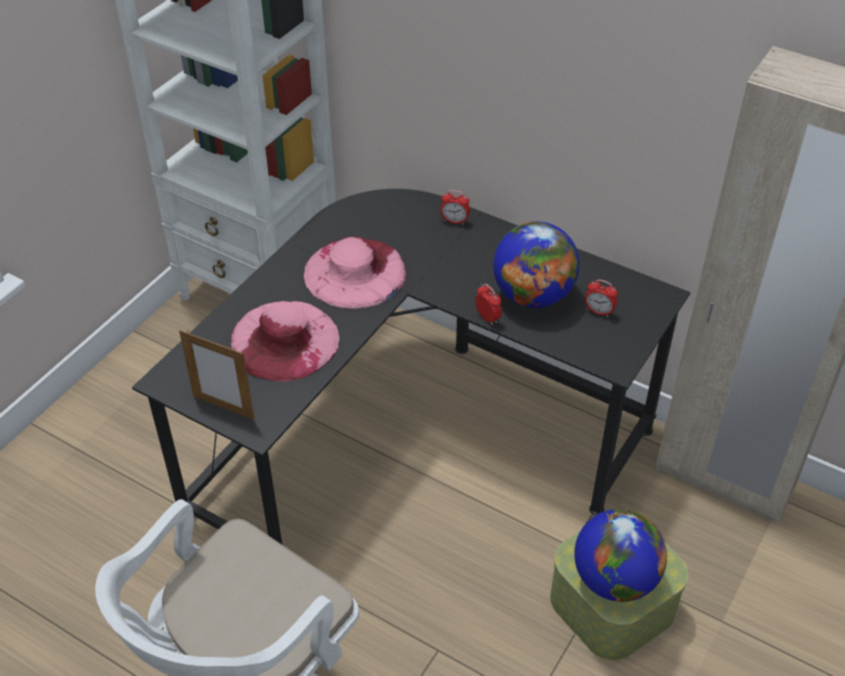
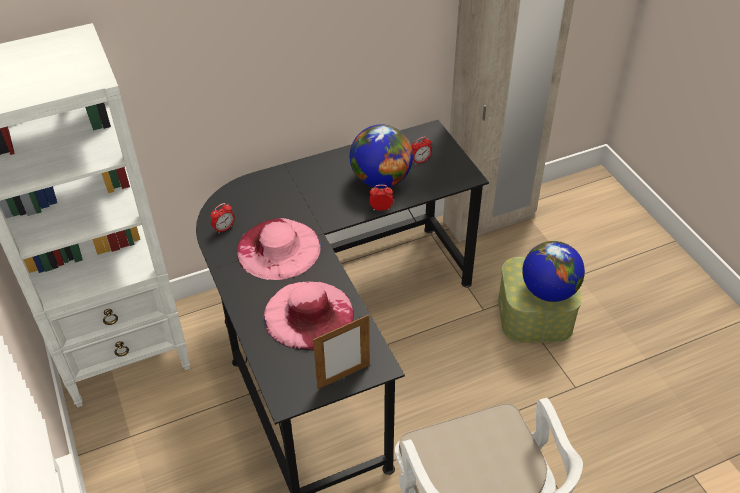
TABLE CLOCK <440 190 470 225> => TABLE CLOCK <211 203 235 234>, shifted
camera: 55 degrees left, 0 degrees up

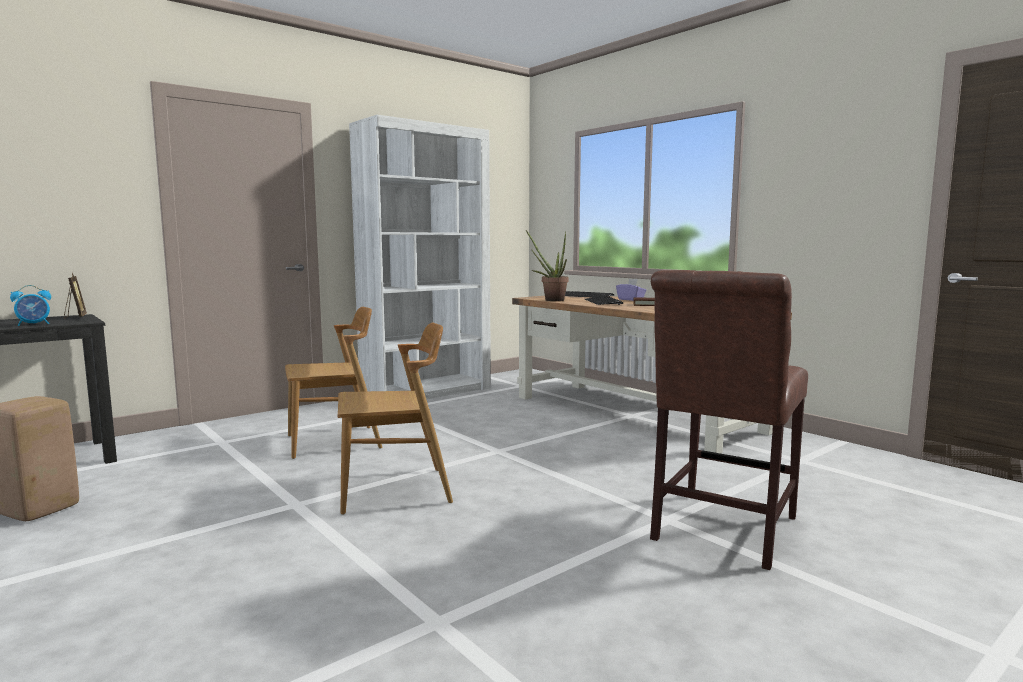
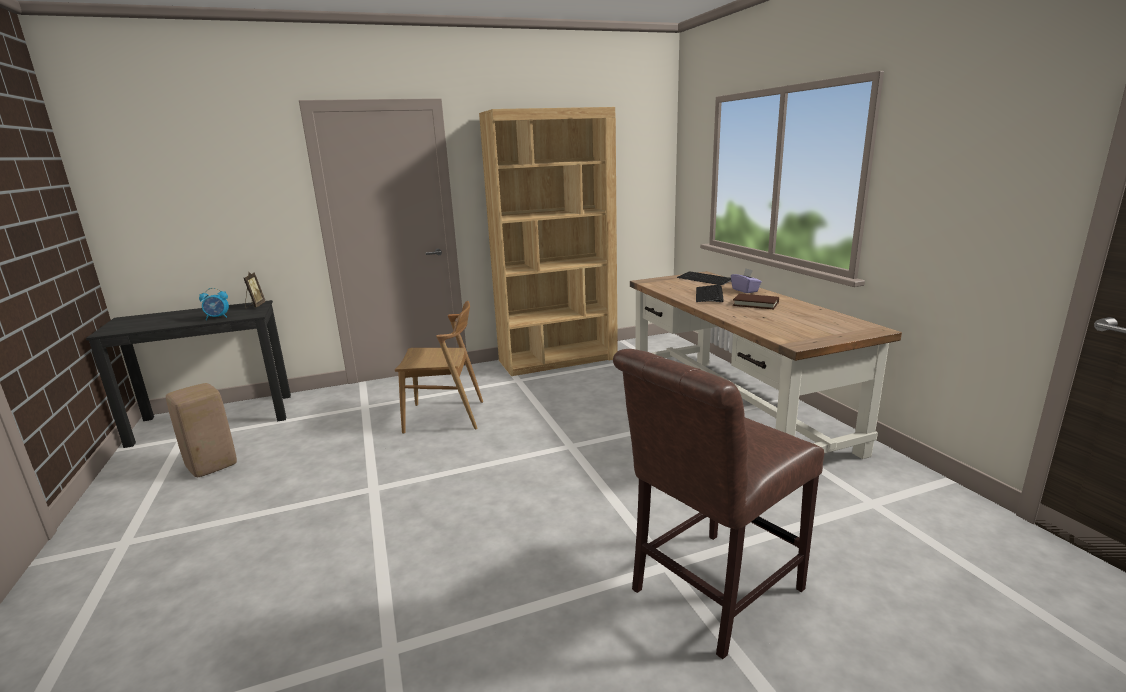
BROWN-COLOURED PLAIN CHAIR <338 323 453 515> => nothing
WHITISH BOOKSHELF <349 115 491 399> => BROWN-COLOURED BOOKSHELF <479 107 618 376>
POTTED PLANT <526 230 569 301> => nothing
camera: 20 degrees right, 10 degrees up

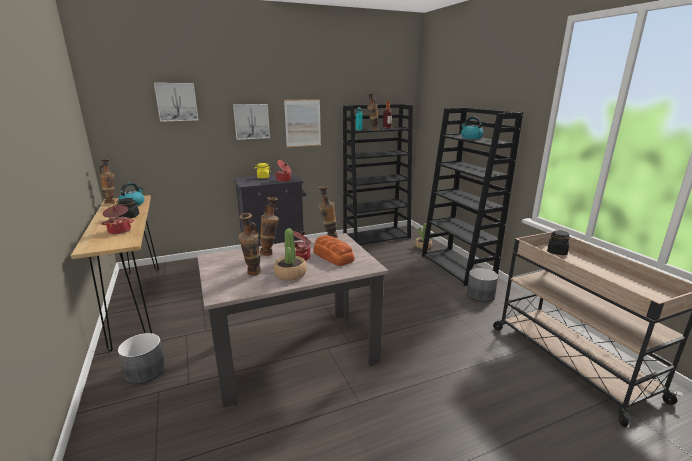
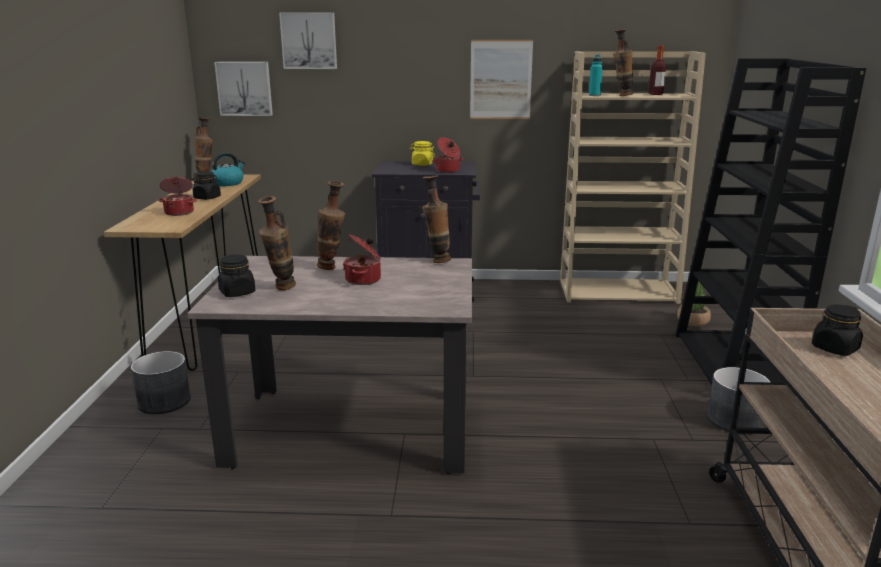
WALL ART <233 104 270 140> => WALL ART <214 62 273 116>, shifted
POTTED PLANT <274 228 307 280> => nothing
BREAD <313 235 355 266> => nothing
BLACK BOOKSHELF <343 104 413 245> => SAND-COLOURED BOOKSHELF <560 51 706 304>
TEA KETTLE <461 117 484 139> => nothing
nothing => BLACK PRESERVE JAR <218 254 255 297>
camera: 25 degrees right, 0 degrees up

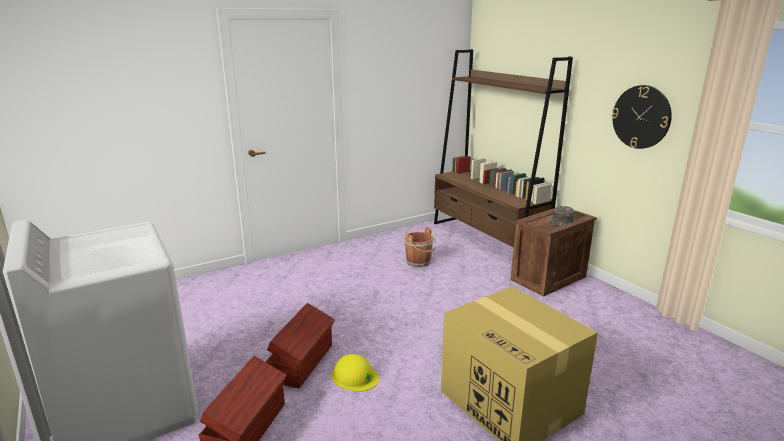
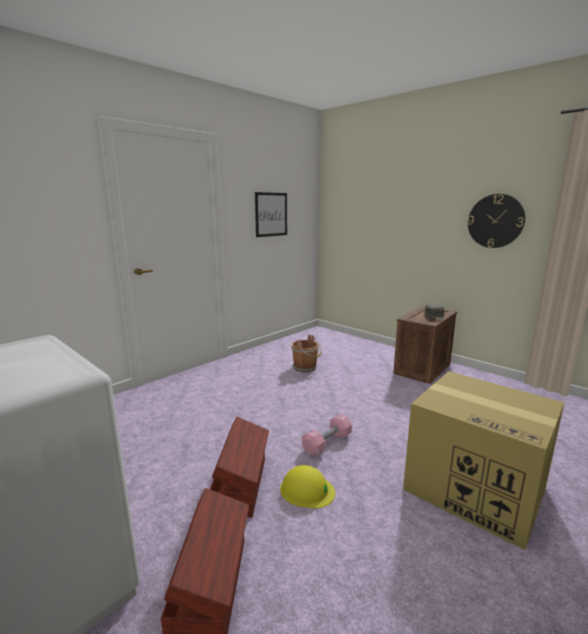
BROWN-COLOURED BOOKSHELF <434 49 573 247> => nothing
nothing => WALL ART <255 192 287 237>
nothing => PINK-COLOURED DUMBBELL <302 414 352 456>
camera: 15 degrees left, 5 degrees down

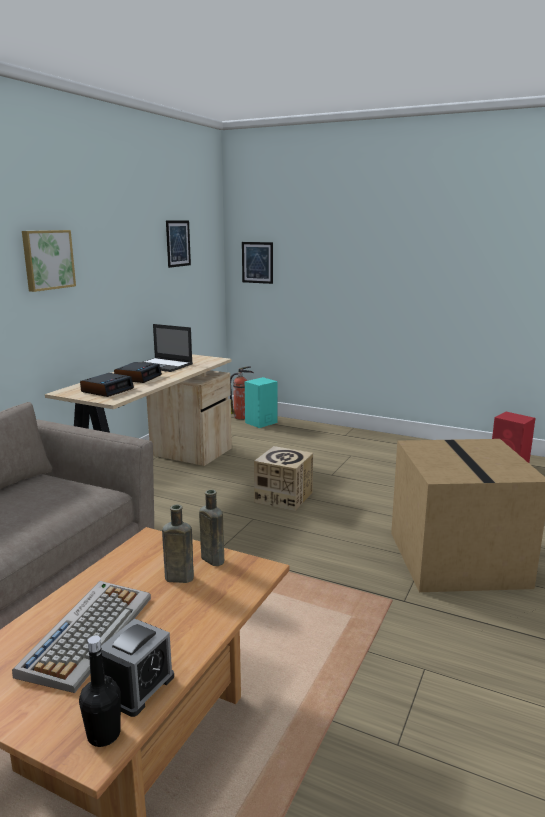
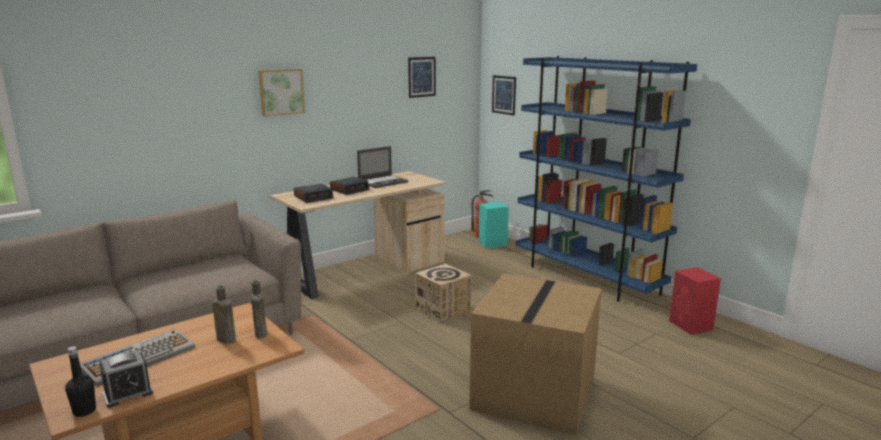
NOTEBOOK COMPUTER <142 324 193 372> => NOTEBOOK COMPUTER <357 146 408 188>, 90 degrees counterclockwise
nothing => BLUE BOOKSHELF <516 56 697 302>
camera: 25 degrees right, 0 degrees up

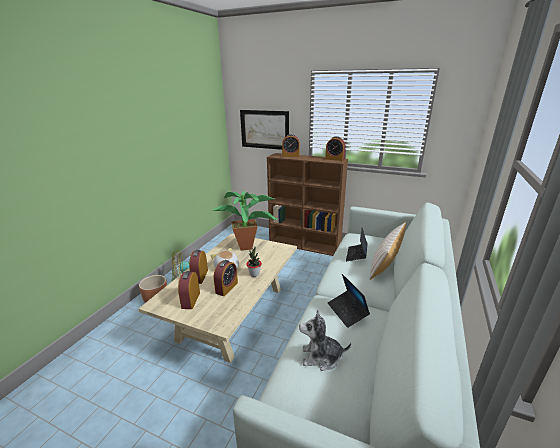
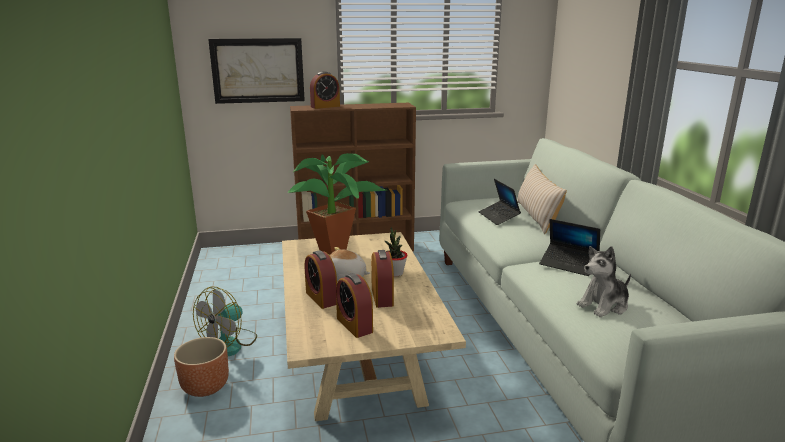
TABLE CLOCK <325 136 346 161> => nothing
camera: 35 degrees left, 5 degrees down

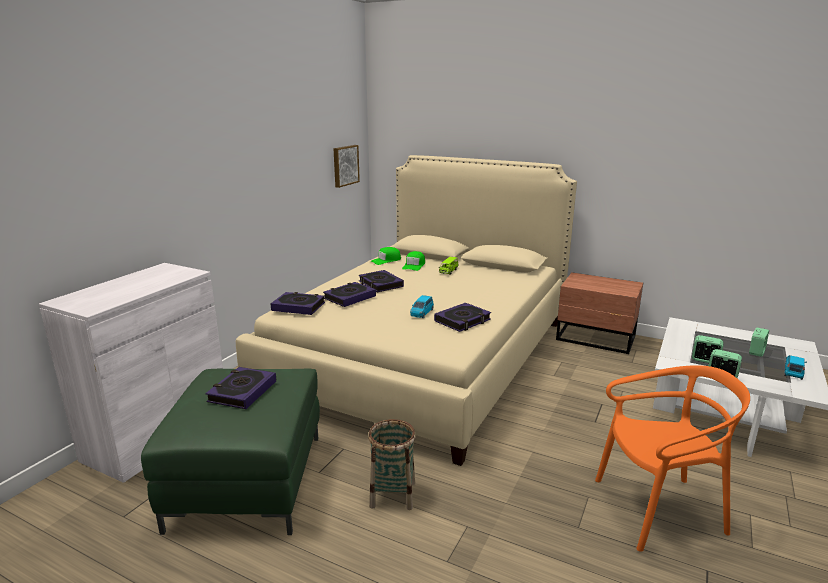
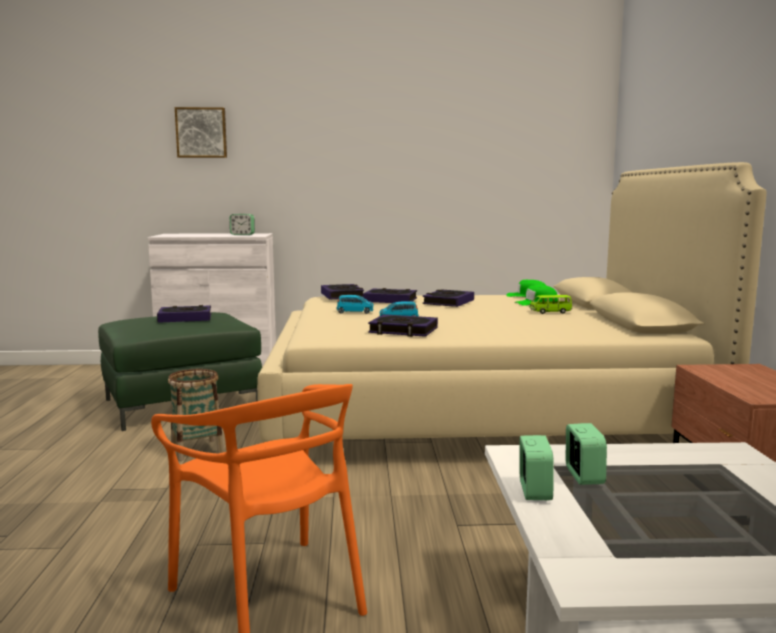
WALL ART <334 145 360 188> => WALL ART <175 107 227 158>, shifted
TABLE CLOCK <749 328 769 357> => TABLE CLOCK <230 214 255 235>, shifted
BLUE TOY CAR <784 355 807 380> => BLUE TOY CAR <337 295 374 314>, shifted
camera: 60 degrees right, 10 degrees down

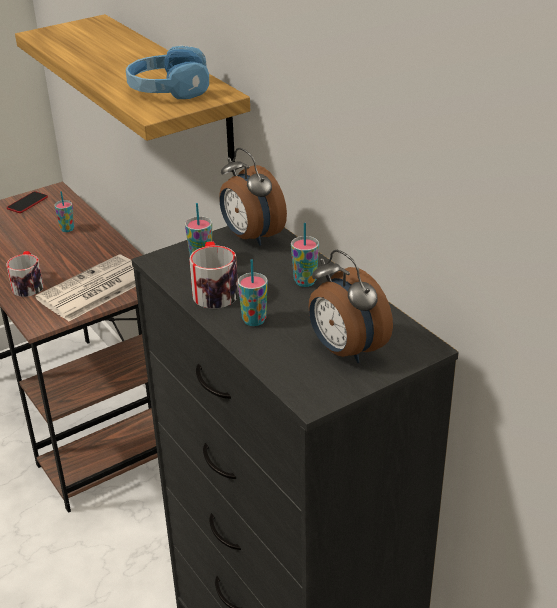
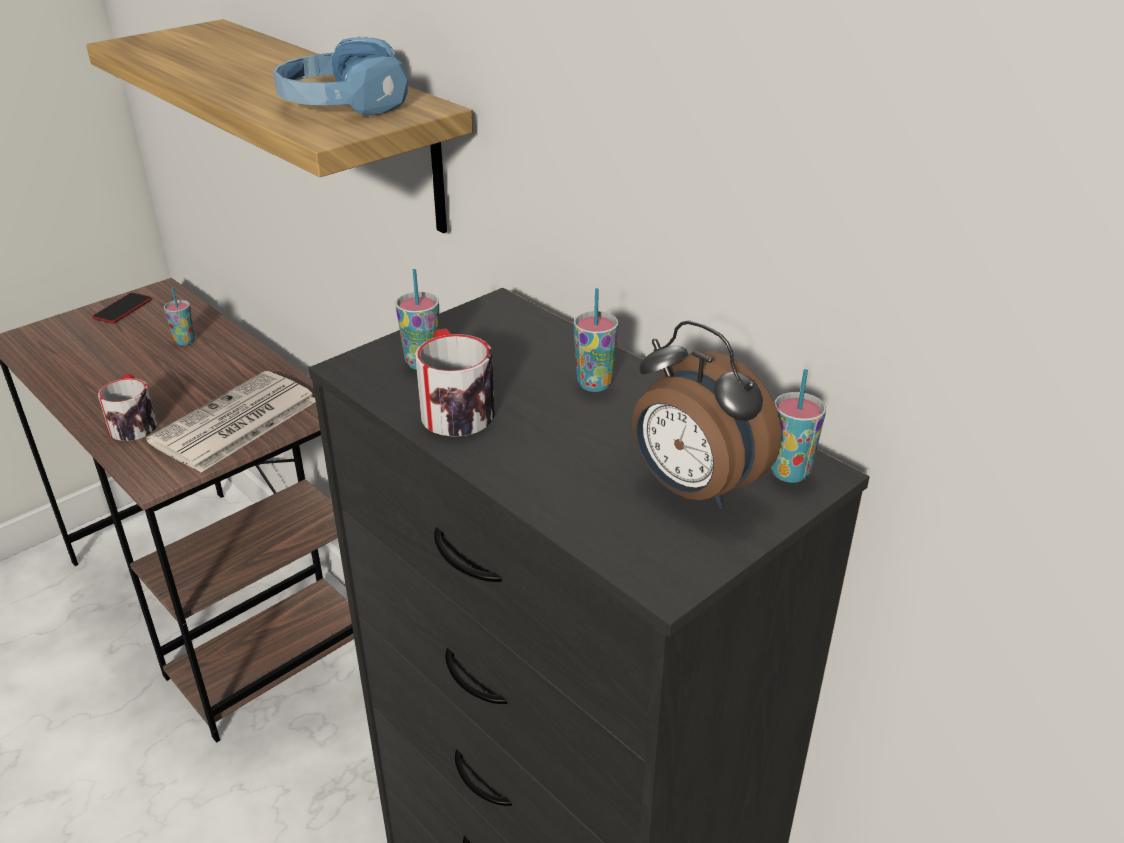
TABLE CLOCK <219 148 287 246> => nothing
DRINKING CUP <238 259 268 326> => DRINKING CUP <771 369 826 483>, shifted
camera: 10 degrees left, 0 degrees up

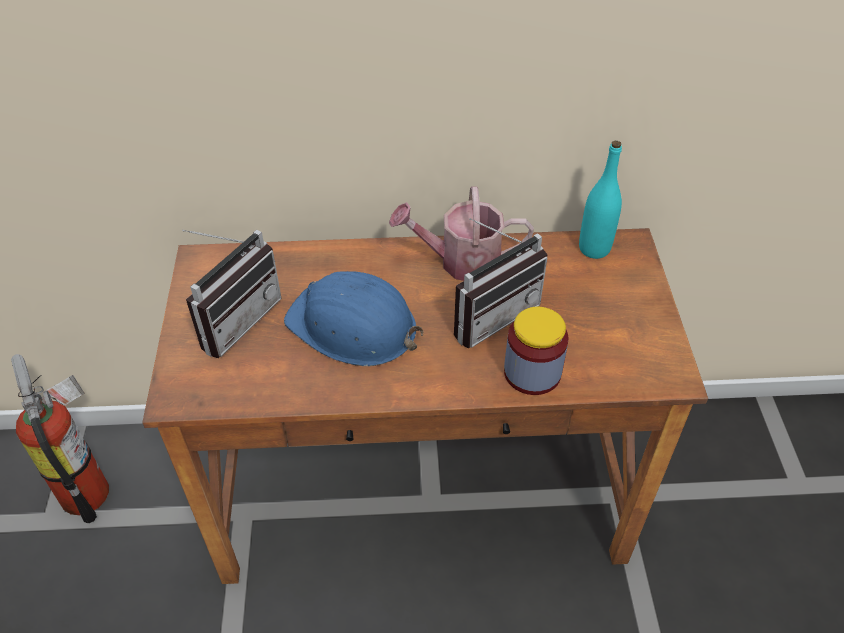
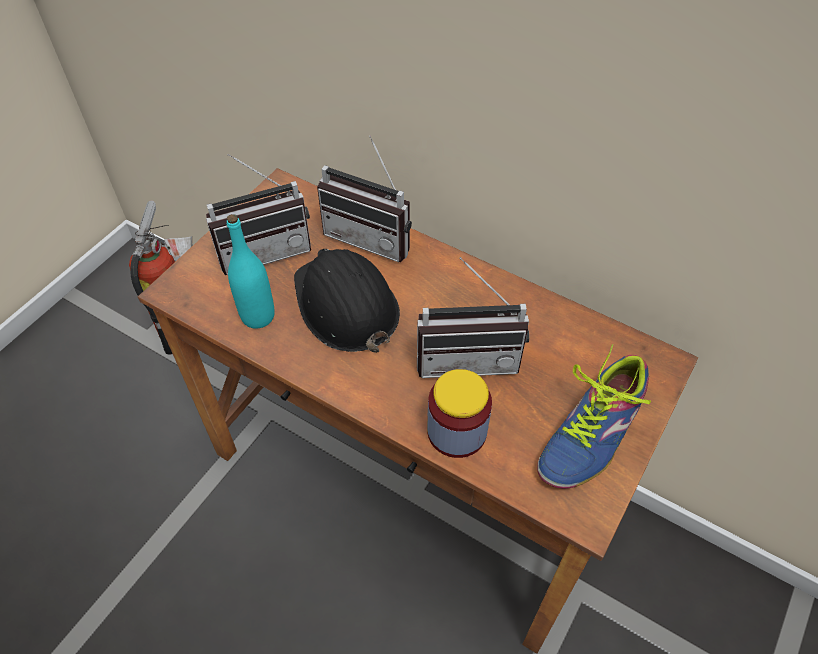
BLUE WORK HELMET <284 271 423 366> => BLACK WORK HELMET <294 249 400 353>
WATERING POT <389 186 534 281> => nothing
TURQUOISE BOTTLE <579 141 622 259> => TURQUOISE BOTTLE <227 214 275 329>, shifted
nothing => RADIO RECEIVER <317 135 412 262>
nothing => LOW SHOE <537 344 651 489>
camera: 35 degrees right, 5 degrees up

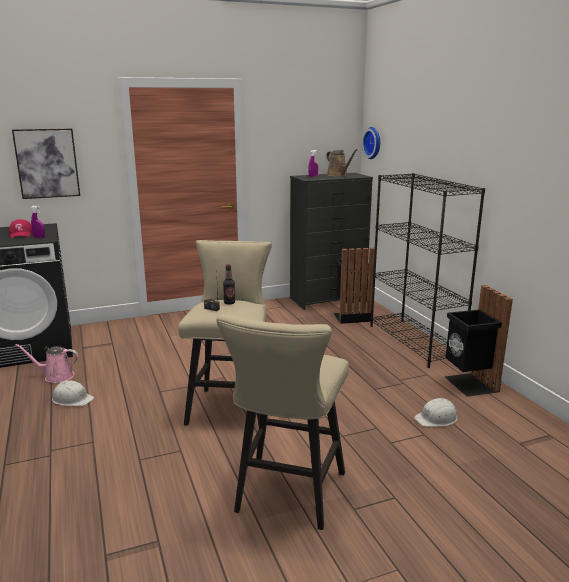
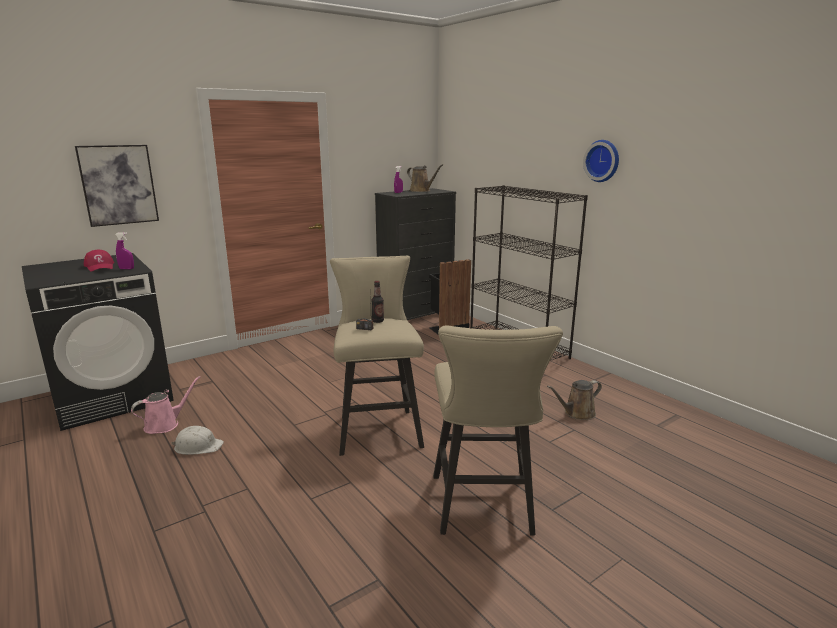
PINK-COLOURED WATERING POT <15 344 79 383> => PINK-COLOURED WATERING POT <131 376 200 434>, 150 degrees clockwise
HANGING CLOCK <362 127 380 159> => HANGING CLOCK <583 140 619 182>, shifted
WHITISH WORK HELMET <414 398 457 427> => BROWN-COLOURED WATERING POT <547 380 602 420>
BLACK WASTE BIN <445 285 513 397> => nothing
camera: 15 degrees left, 0 degrees up

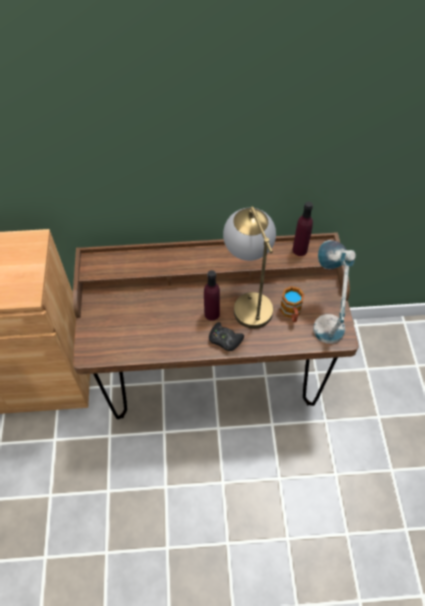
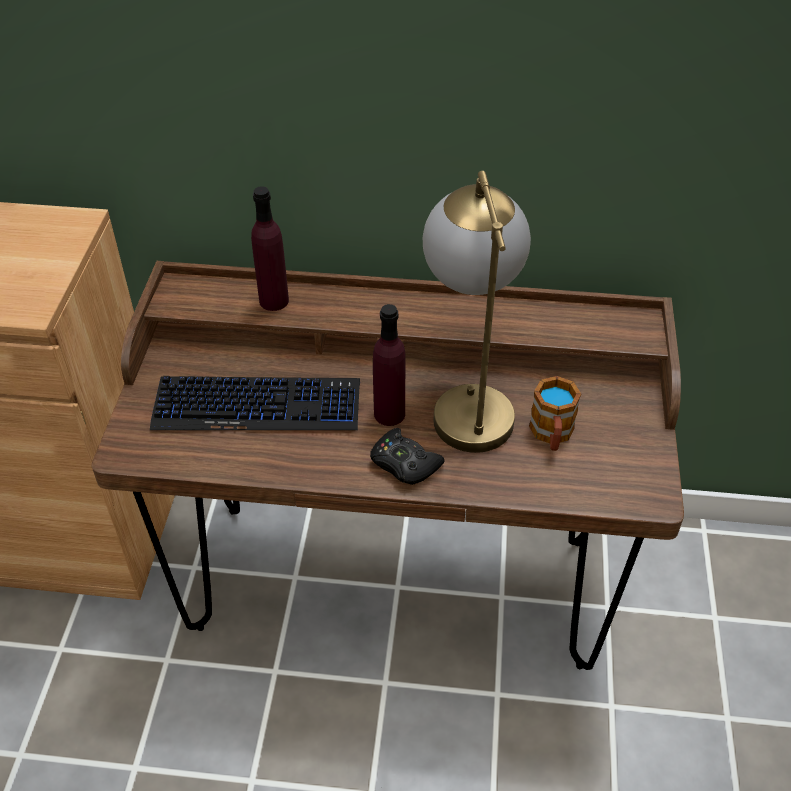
PURPLE-COLOURED BOTTLE <292 202 313 256> => PURPLE-COLOURED BOTTLE <251 186 289 311>, shifted
TABLETOP LAMP <313 240 356 344> => nothing
nothing => KEYBOARD <150 376 360 430>
camera: 10 degrees right, 10 degrees down

